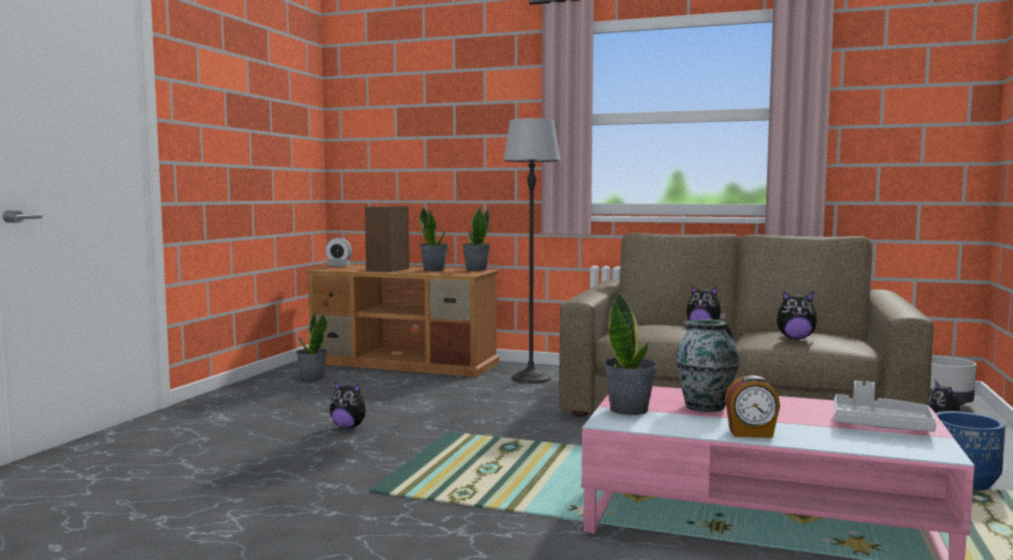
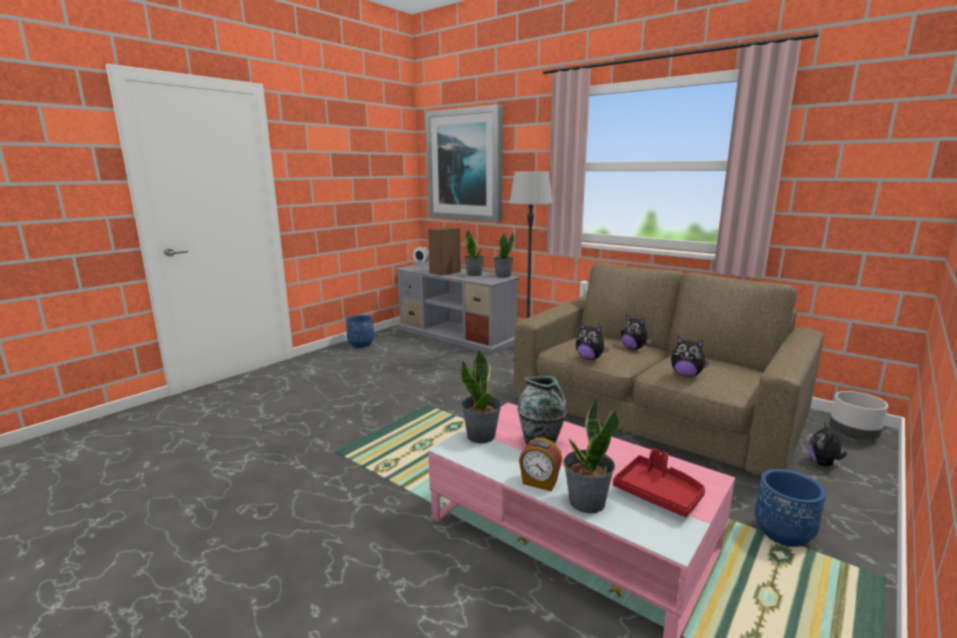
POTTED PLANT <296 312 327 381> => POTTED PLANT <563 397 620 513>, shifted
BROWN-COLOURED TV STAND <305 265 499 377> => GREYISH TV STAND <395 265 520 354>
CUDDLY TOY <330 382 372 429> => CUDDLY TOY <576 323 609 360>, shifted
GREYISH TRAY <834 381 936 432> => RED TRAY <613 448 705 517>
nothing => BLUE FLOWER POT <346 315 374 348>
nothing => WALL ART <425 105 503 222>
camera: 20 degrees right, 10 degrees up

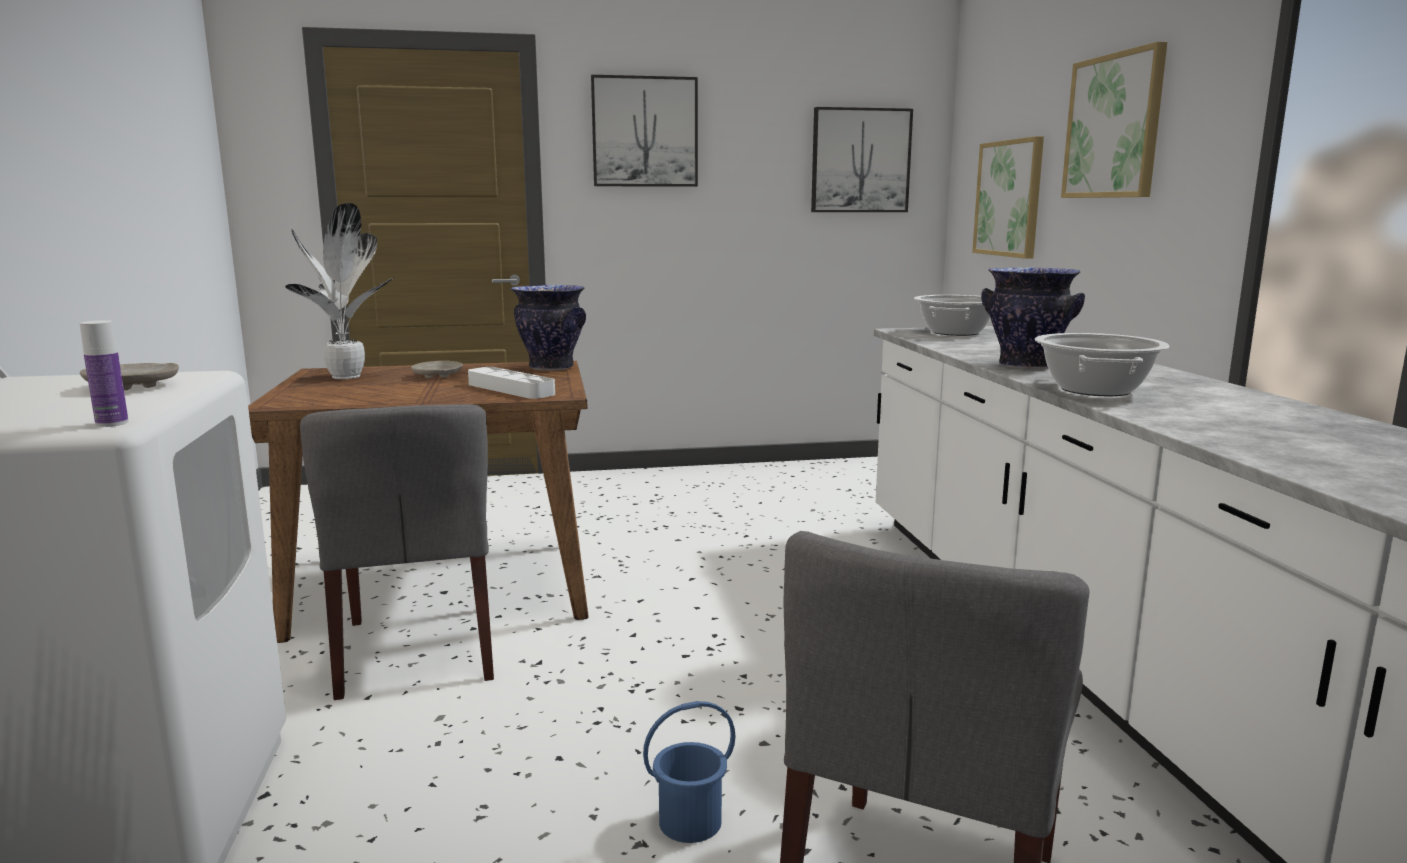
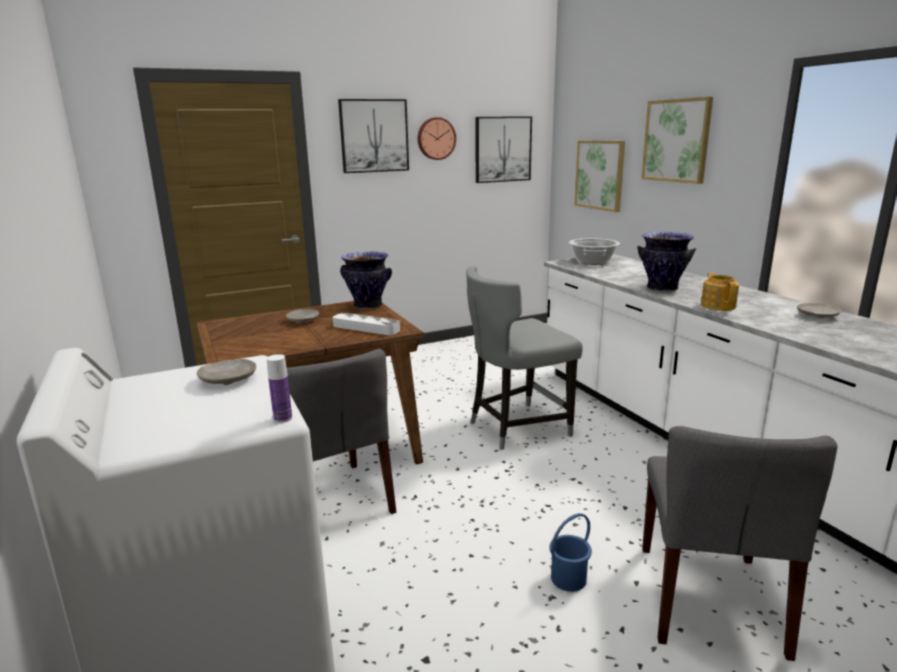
POTTED PLANT <285 203 395 379> => nothing
COOKING POT <1035 333 1169 396> => TEA POT <701 273 739 311>
nothing => HANGING CLOCK <418 117 456 160>
nothing => GREYISH PLAIN CHAIR <466 266 583 450>
nothing => SAND-COLOURED DINNER PLATE <797 303 841 319>
camera: 15 degrees left, 5 degrees up

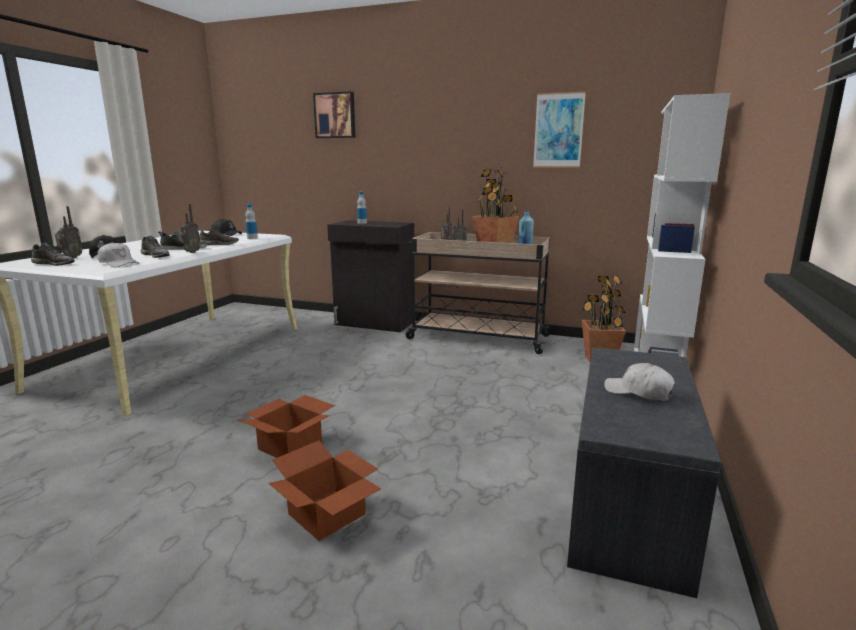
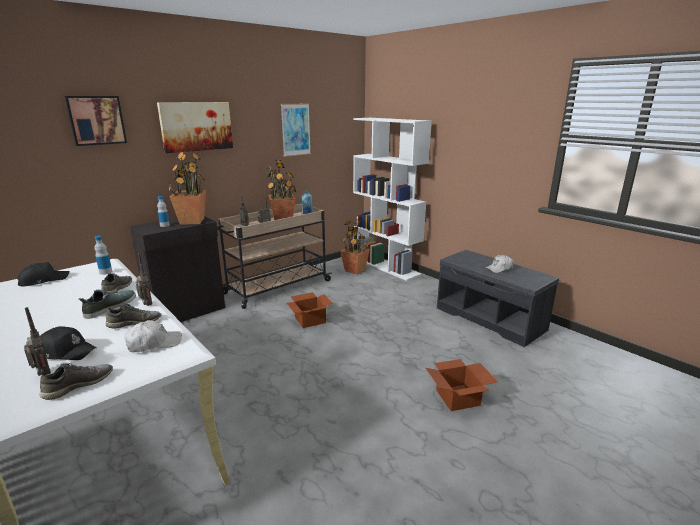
PACKING BOX <237 395 335 458> => PACKING BOX <287 292 333 328>, shifted
nothing => WALL ART <157 102 233 153>
nothing => POTTED PLANT <168 152 206 225>
camera: 60 degrees left, 5 degrees up

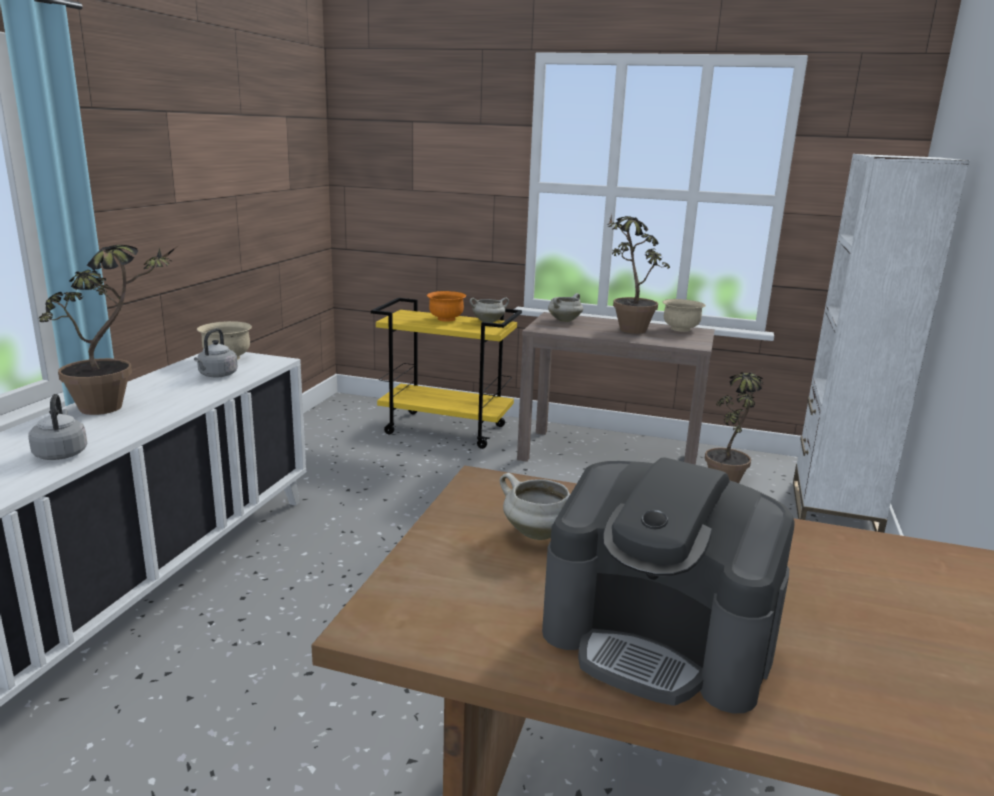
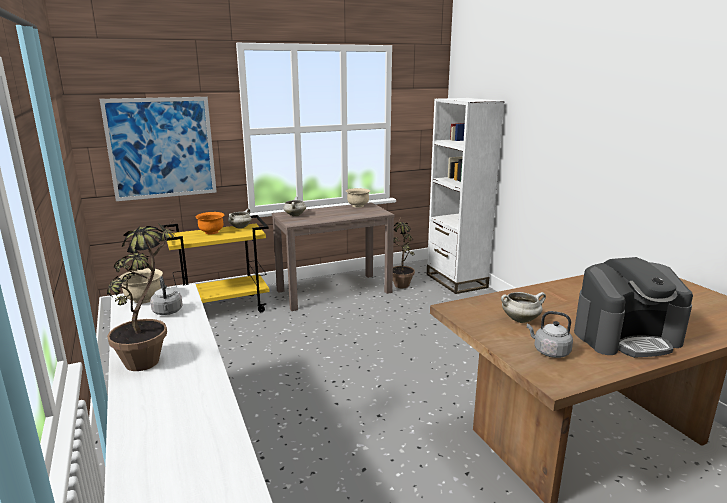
GREYISH TEA KETTLE <28 394 87 460> => GREYISH TEA KETTLE <527 311 573 358>, shifted
POTTED PLANT <608 214 670 334> => nothing
nothing => WALL ART <100 97 217 201>
camera: 40 degrees left, 0 degrees up

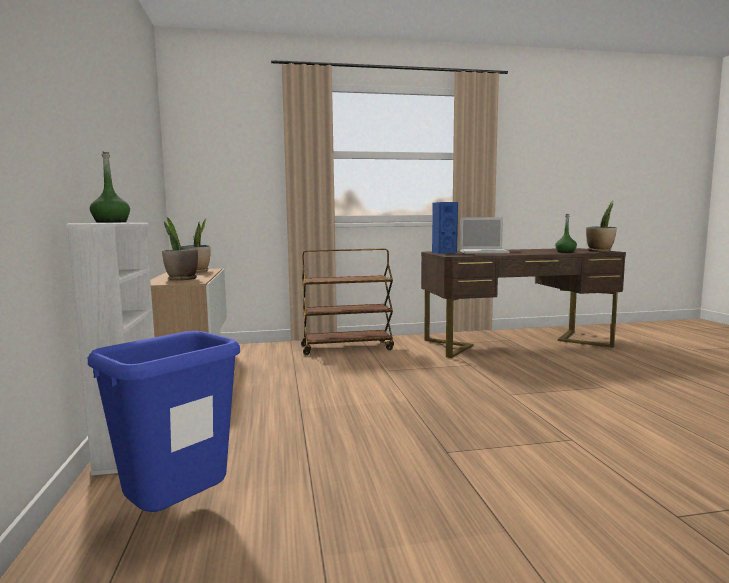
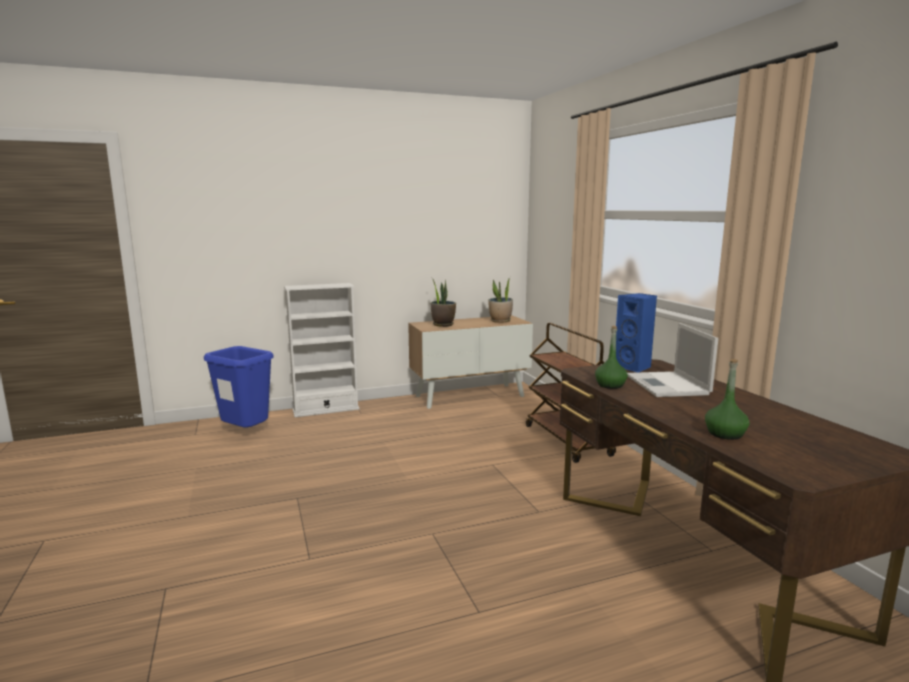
GREENISH BOTTLE <90 151 130 223> => GREENISH BOTTLE <595 326 628 389>, shifted
POTTED PLANT <586 200 617 252> => nothing
camera: 80 degrees right, 5 degrees up

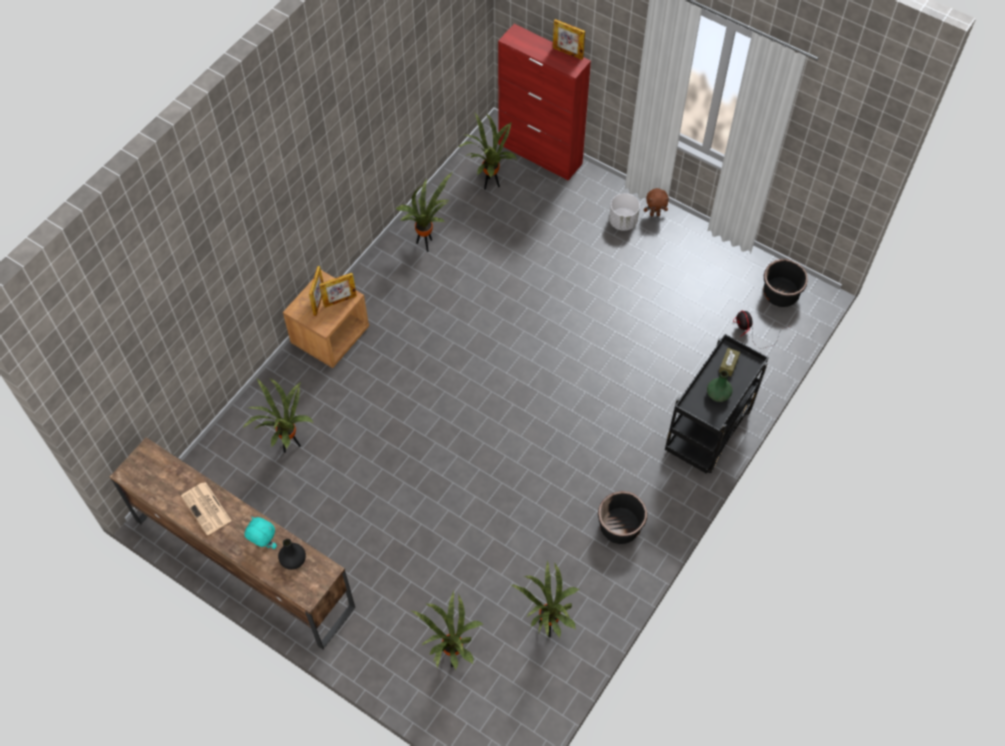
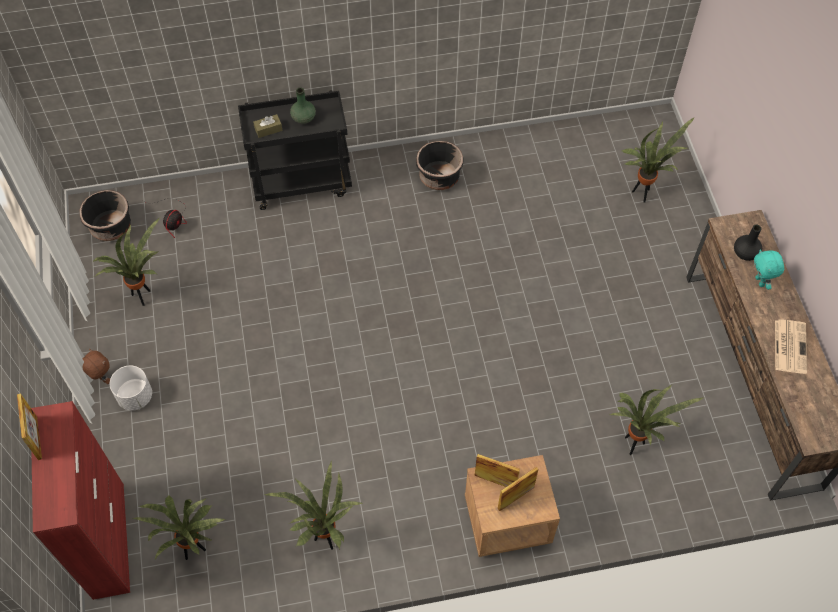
POTTED PLANT <511 560 579 638> => POTTED PLANT <93 218 159 306>, shifted
camera: 135 degrees left, 0 degrees up

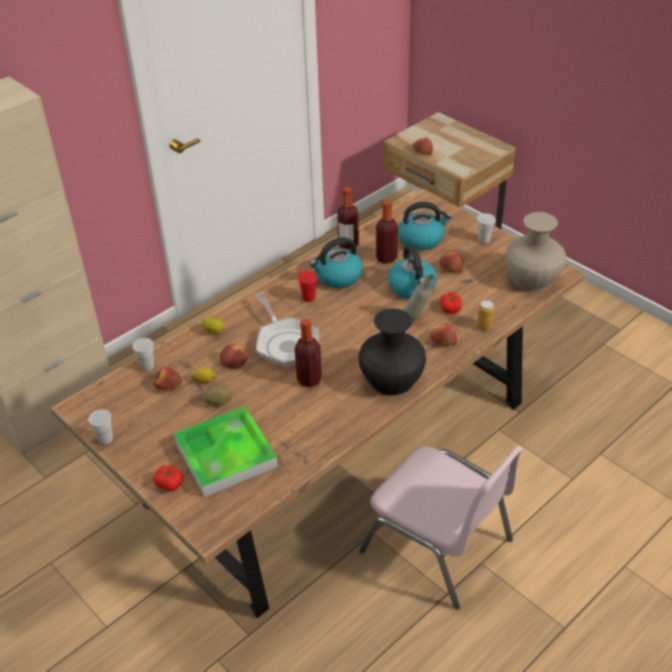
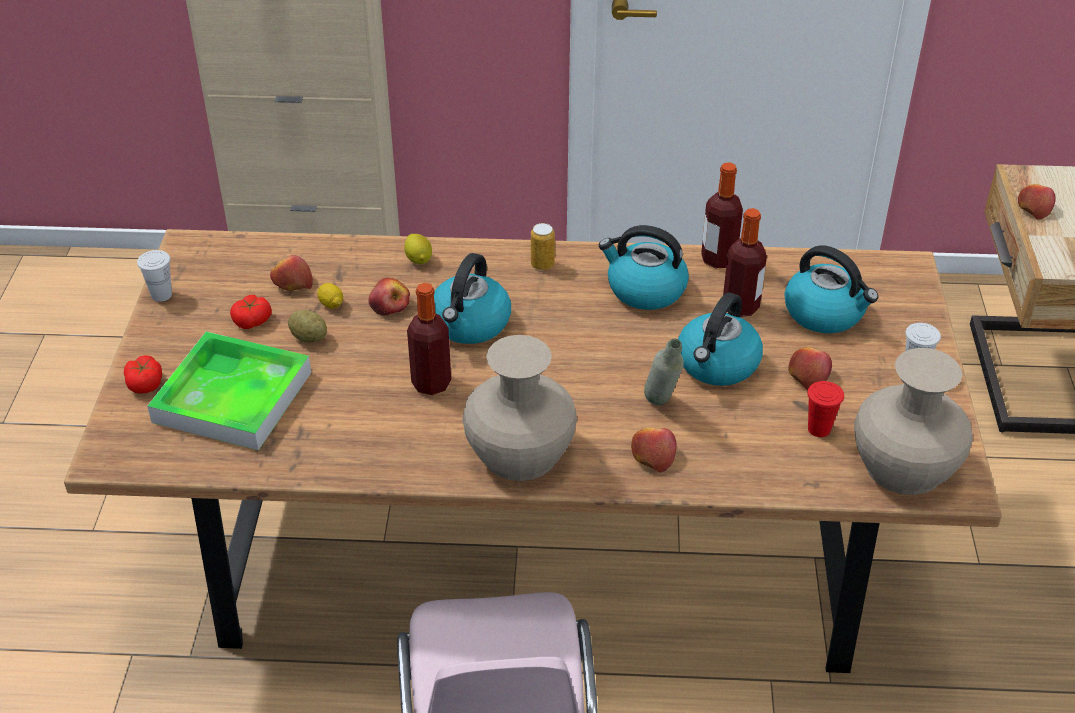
WHITISH DRINKING CUP <132 338 154 371> => nothing
SKILLET <255 292 319 367> => TEA KETTLE <434 253 511 344>
RED DRINKING CUP <298 271 318 302> => RED DRINKING CUP <807 381 844 437>, shifted
BLACK FLOWER VASE <359 308 426 395> => SAND-COLOURED FLOWER VASE <463 335 577 481>
FRESH TOMATO <440 292 462 314> => FRESH TOMATO <230 295 272 329>, shifted
METAL CAN <477 300 495 330> => METAL CAN <531 223 555 270>, shifted
camera: 45 degrees right, 0 degrees up

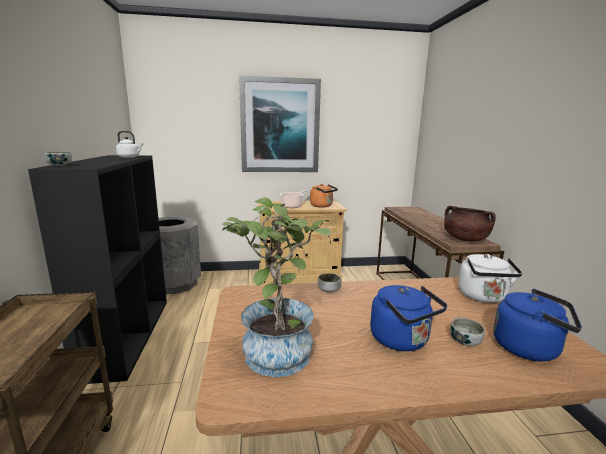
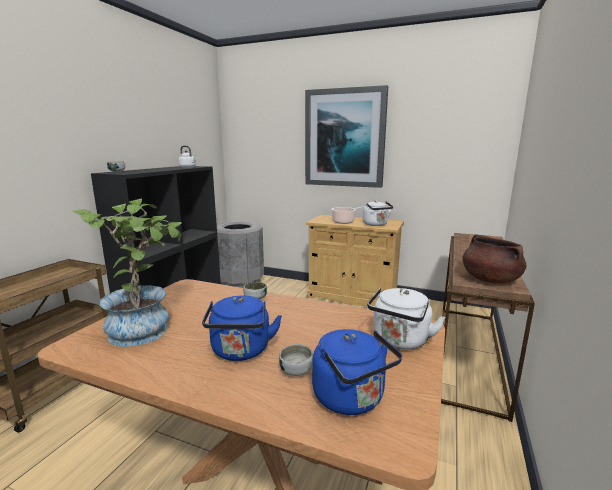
ORANGE-COLOURED TEA KETTLE <310 184 338 208> => WHITISH TEA KETTLE <363 200 393 226>
camera: 30 degrees right, 0 degrees up

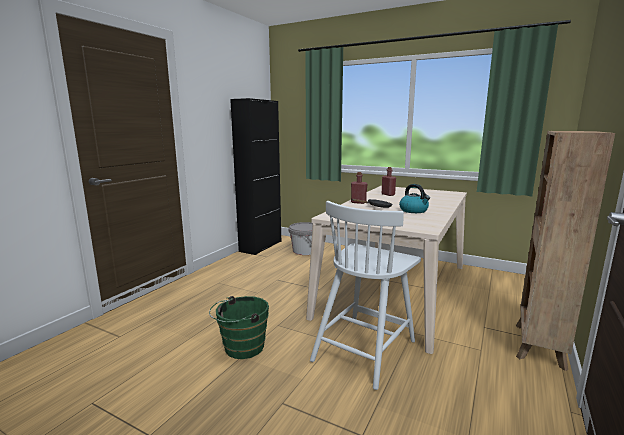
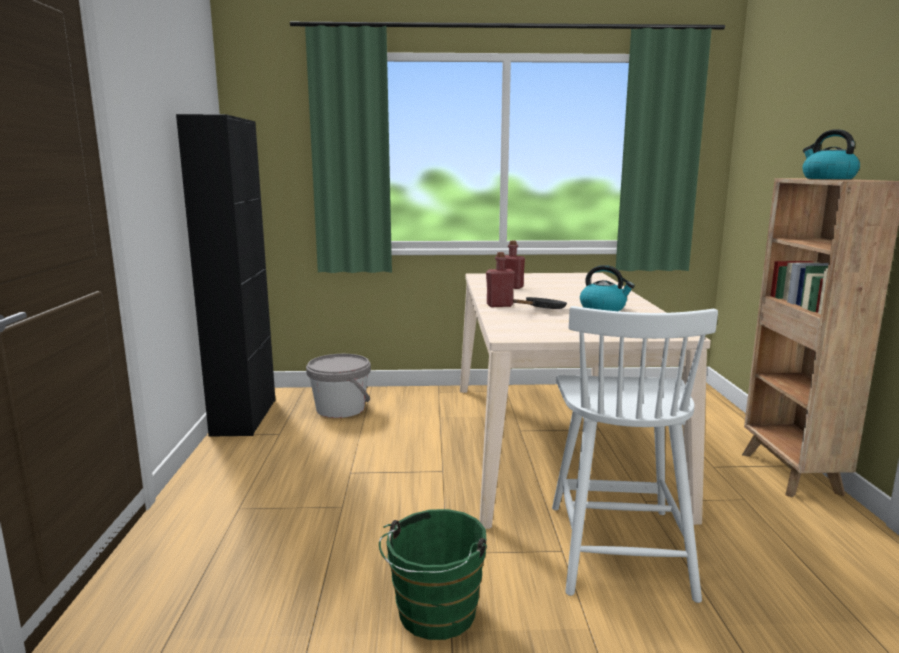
nothing => TEA KETTLE <803 129 860 179>
camera: 30 degrees left, 0 degrees up

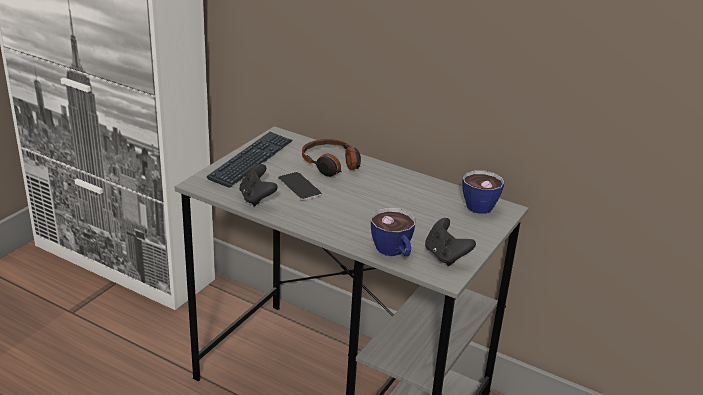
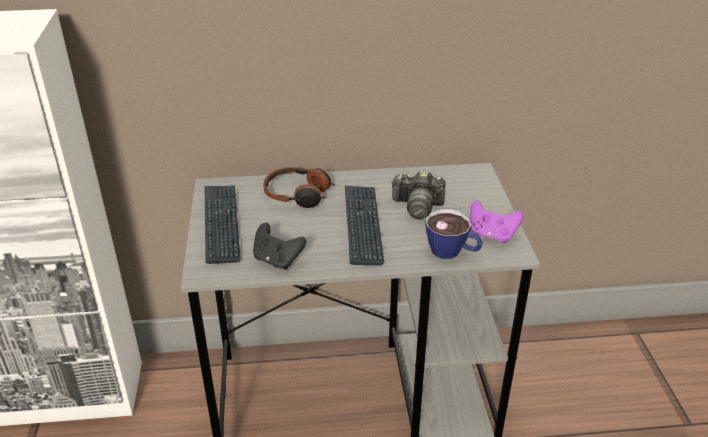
HANDSET <278 172 322 200> => nothing
BLACK JOYPAD <425 218 476 266> => PURPLE-COLOURED JOYPAD <470 200 524 243>
DRINKING CUP <462 171 505 214> => nothing
nothing => KEYBOARD <345 186 384 266>
nothing => STILL CAMERA <391 170 446 219>
camera: 35 degrees left, 5 degrees up

